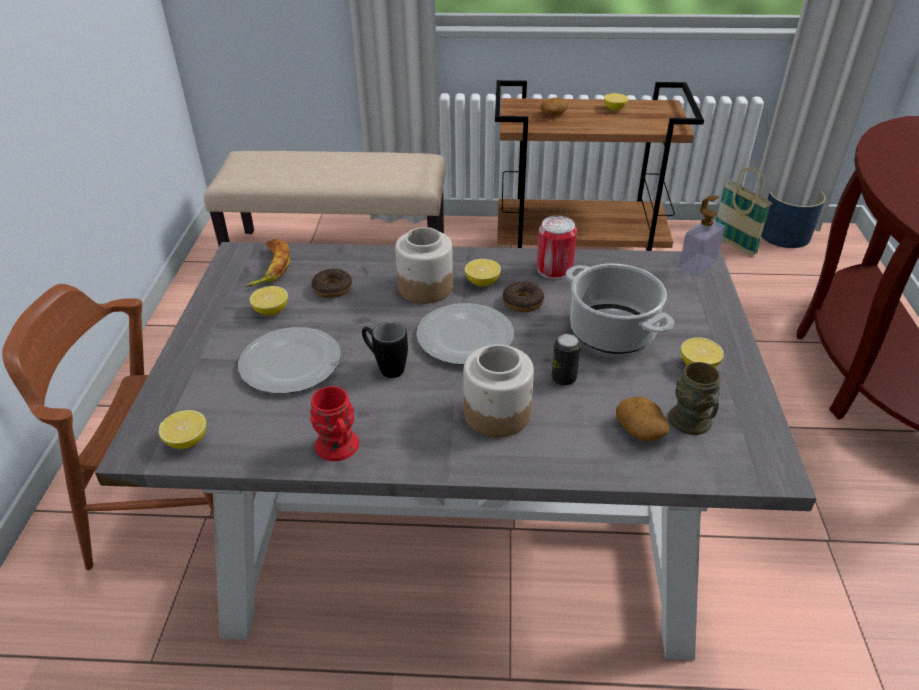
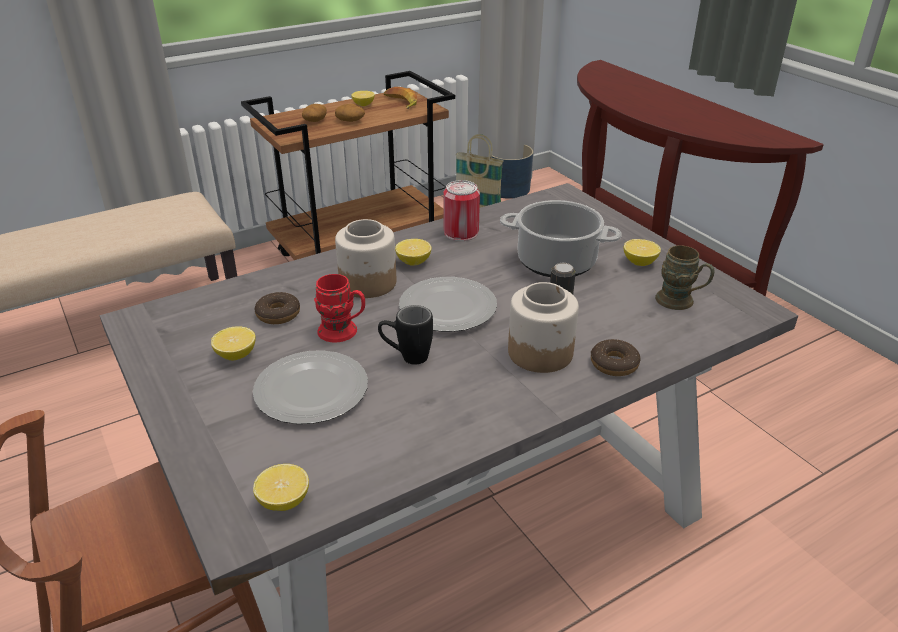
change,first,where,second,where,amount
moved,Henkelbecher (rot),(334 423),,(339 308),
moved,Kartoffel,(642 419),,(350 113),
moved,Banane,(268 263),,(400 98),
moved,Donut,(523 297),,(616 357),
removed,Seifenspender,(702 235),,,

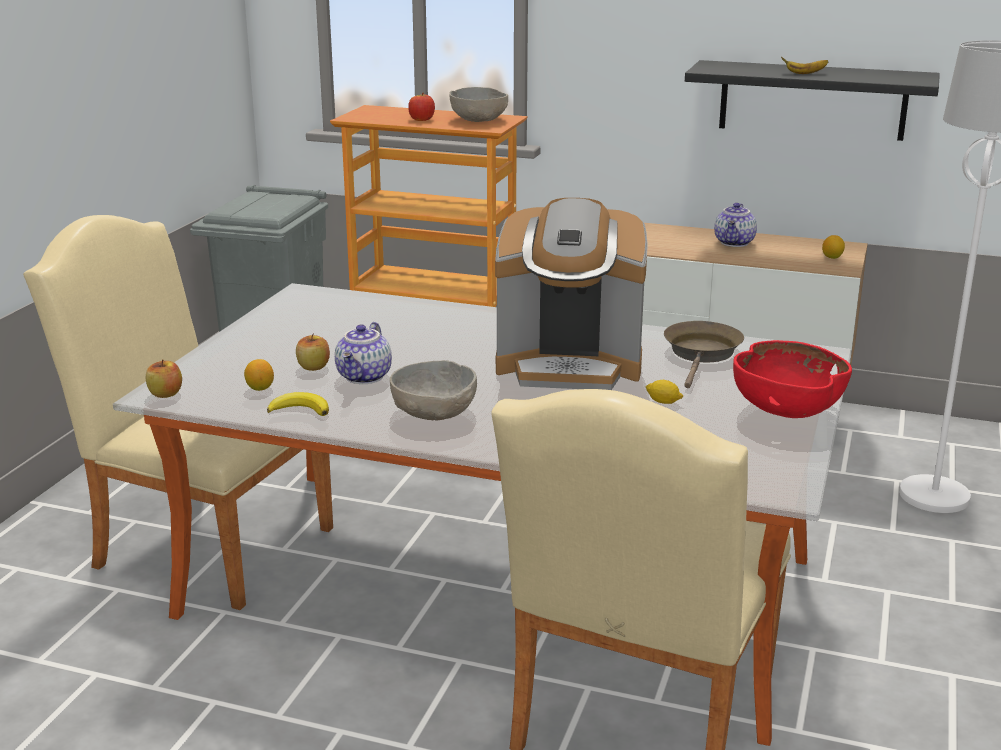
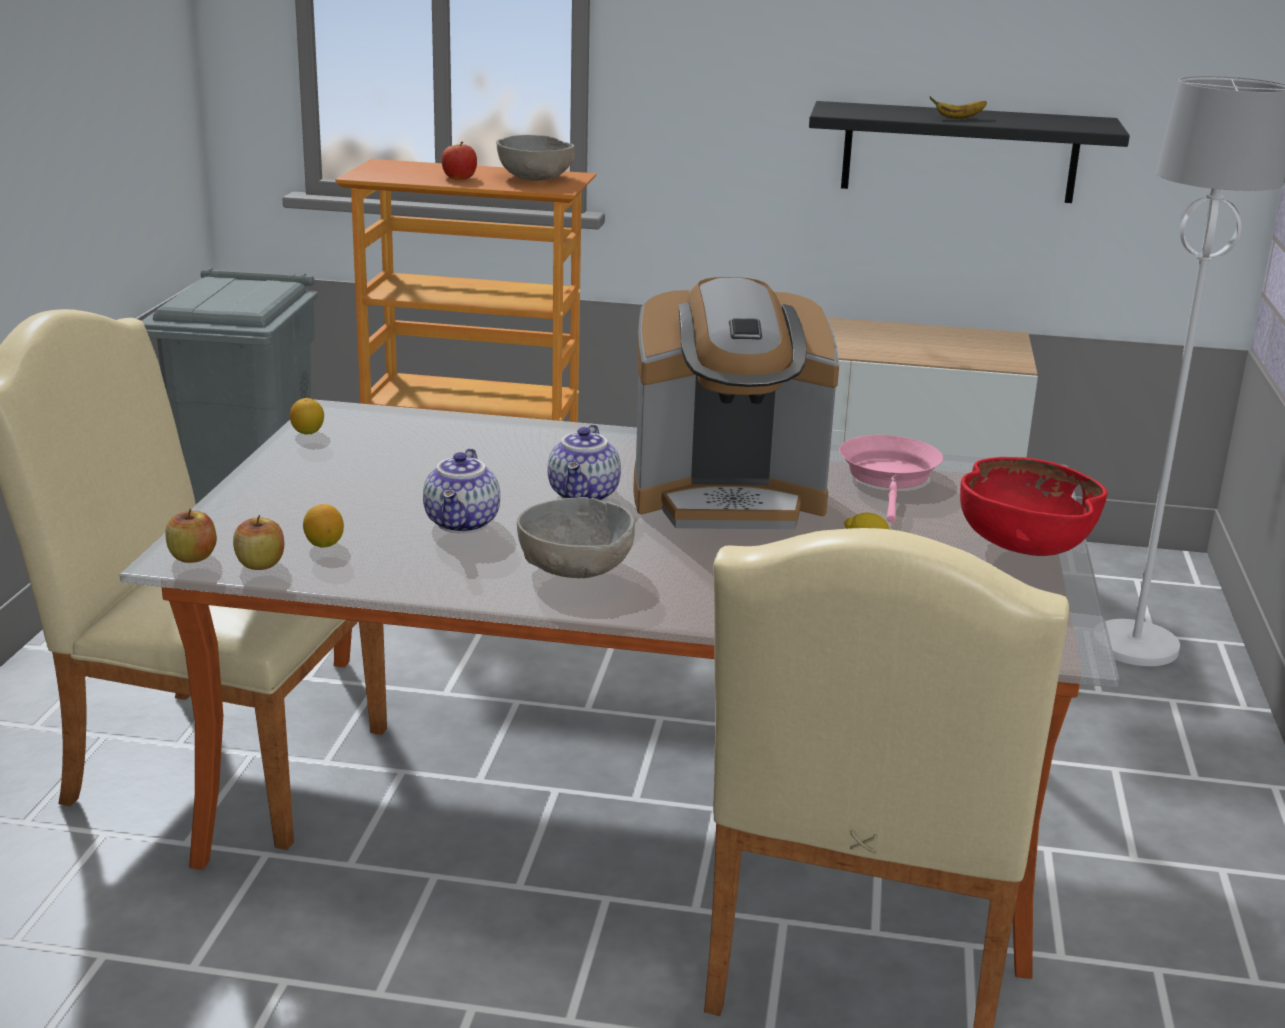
change,first,where,second,where,amount
moved,Apfel,(313 352),,(258 542),
moved,Zitrone,(833 247),,(307 416),
moved,Teekanne,(735 225),,(584 463),
recoloured,Pfanne (braun),(704 354),Pfanne (rosa),(891 479),
removed,Banane,(298 404),,,

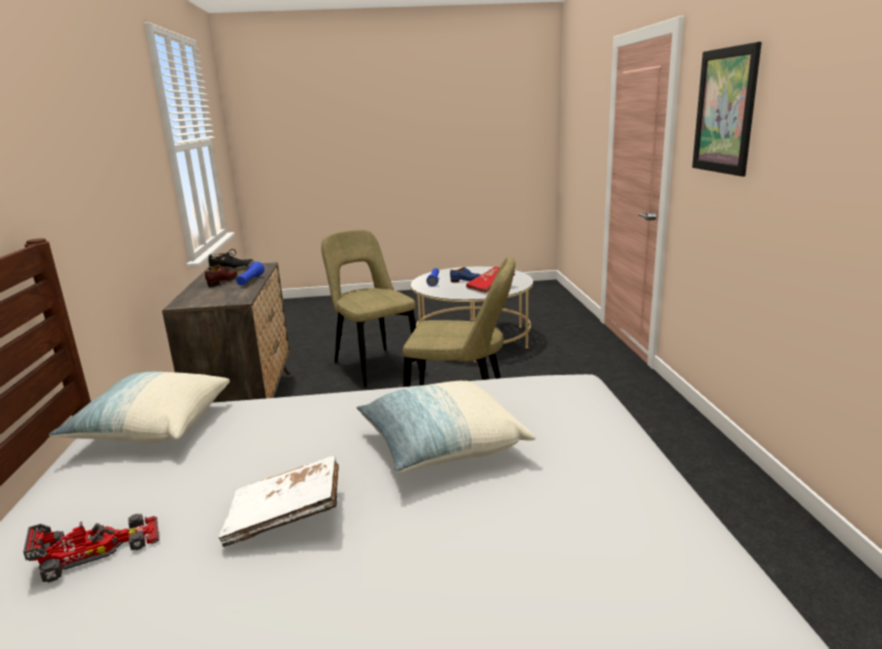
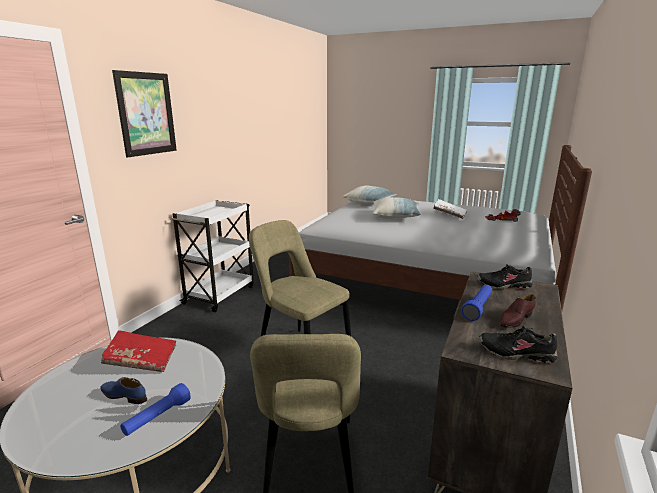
change,first,where,second,where,amount
added,,,Rollwagen (weiß),(212 256),
moved,Kissen,(139 407),,(370 195),
added,,,Schuh (schwarz),(505 277),

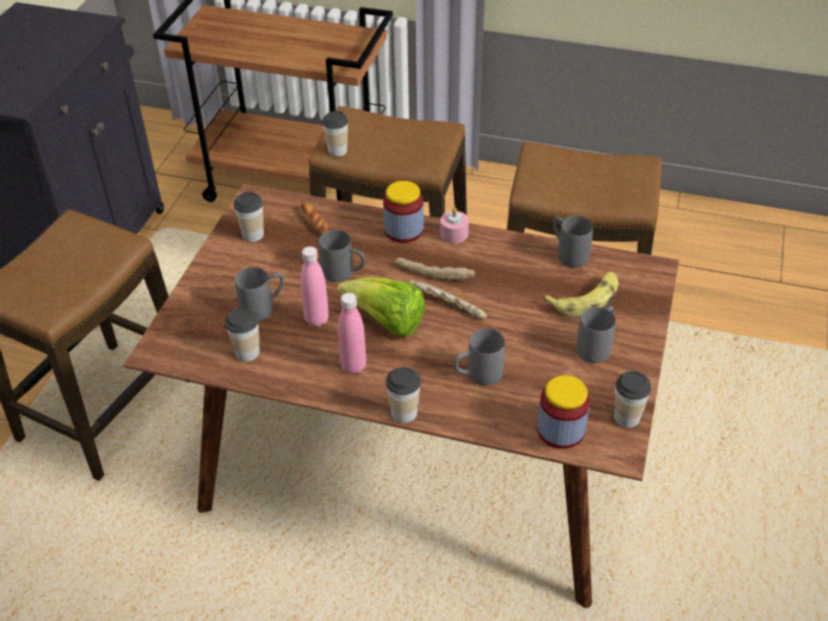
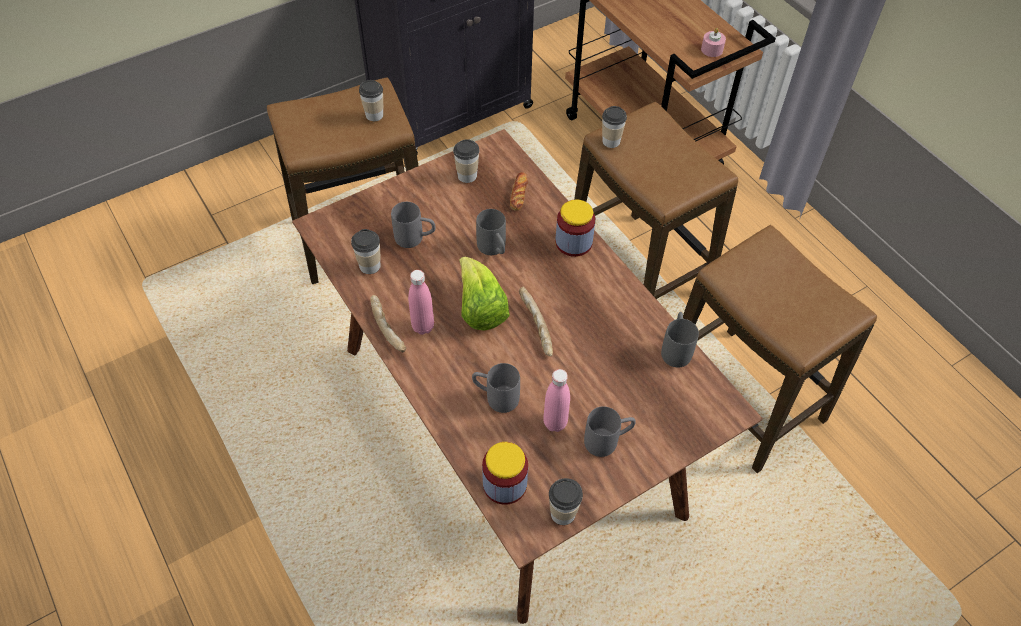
change,first,where,second,where,amount
moved,Tasse,(403 395),,(371 100),
moved,Brot,(435 269),,(388 323),
moved,Flasche (rosa),(314 286),,(556 400),
moved,Kerze (rosa),(454 225),,(713 42),
removed,Banane,(581 294),,,

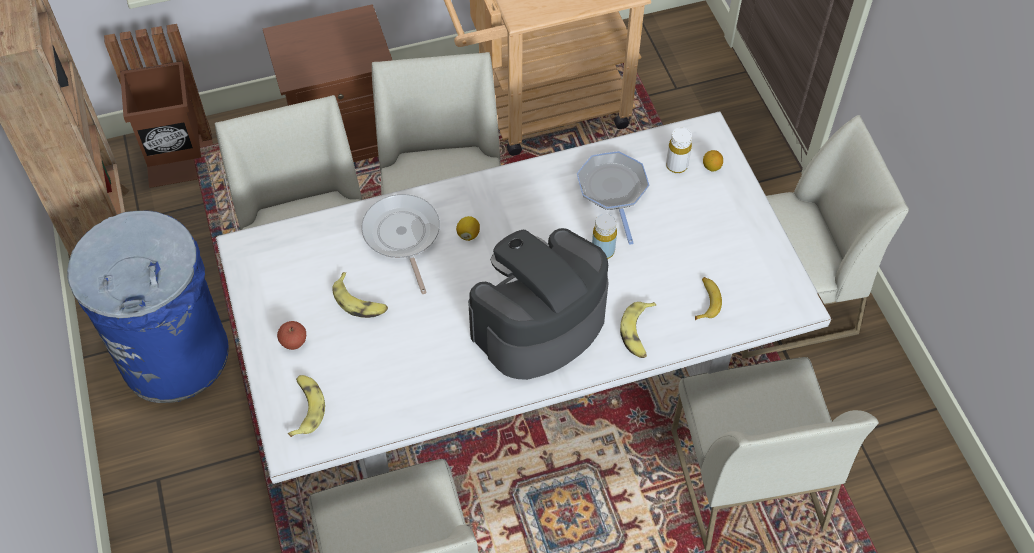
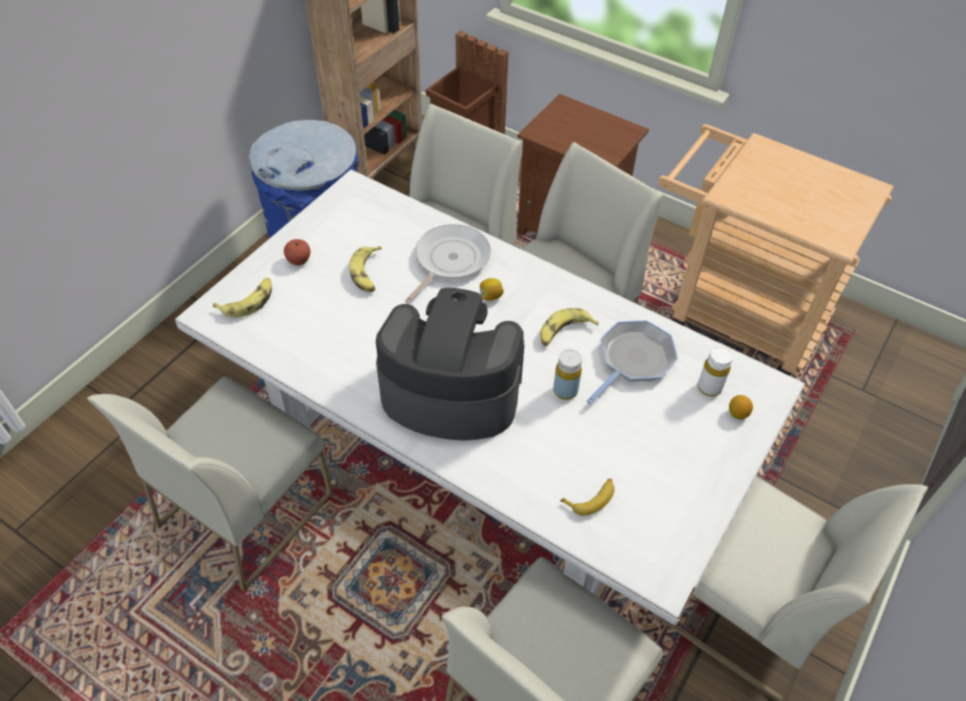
change,first,where,second,where,amount
moved,Banane,(638 330),,(569 327),

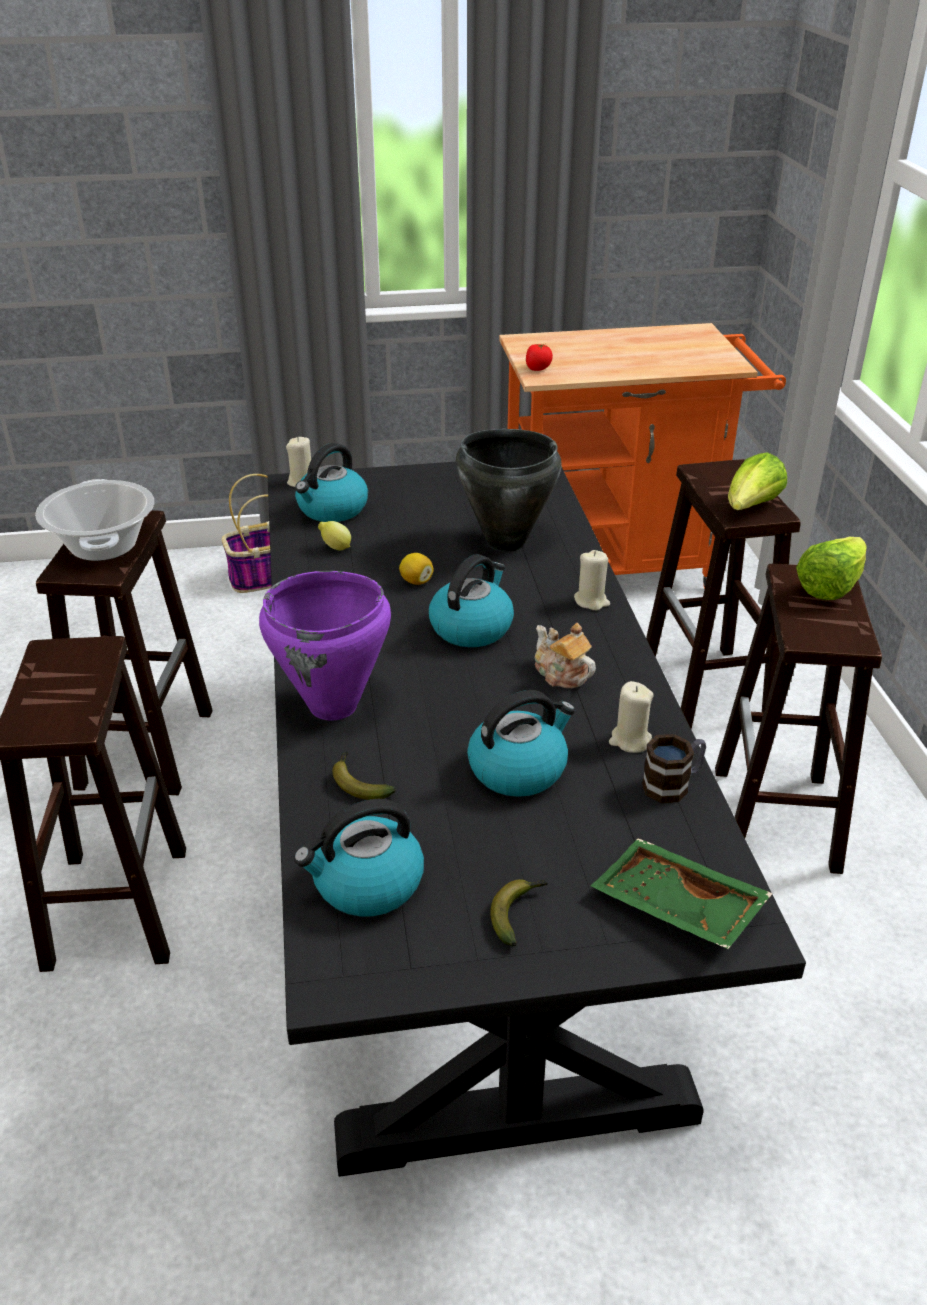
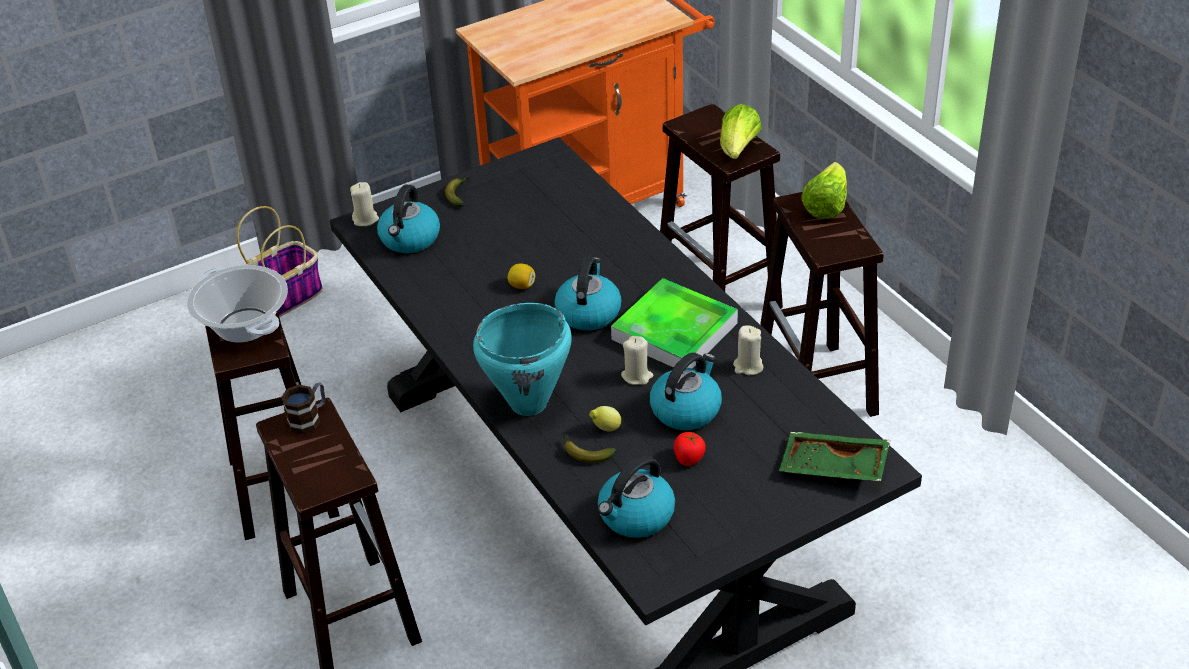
change,first,where,second,where,amount
moved,Henkelbecher,(674 768),,(303 408),
moved,Banane,(518 912),,(457 192),
recoloured,Kochtopf (lila),(325 645),Kochtopf (türkis),(522 359),
moved,Zitrone,(334 535),,(605 419),
replaced,Teekanne,(565 655),Tablett,(674 323),
moved,Kerze (beige),(592 580),,(637 360),
moved,Tomate,(539 357),,(690 449),
removed,Kochtopf (schwarz),(509 490),,,

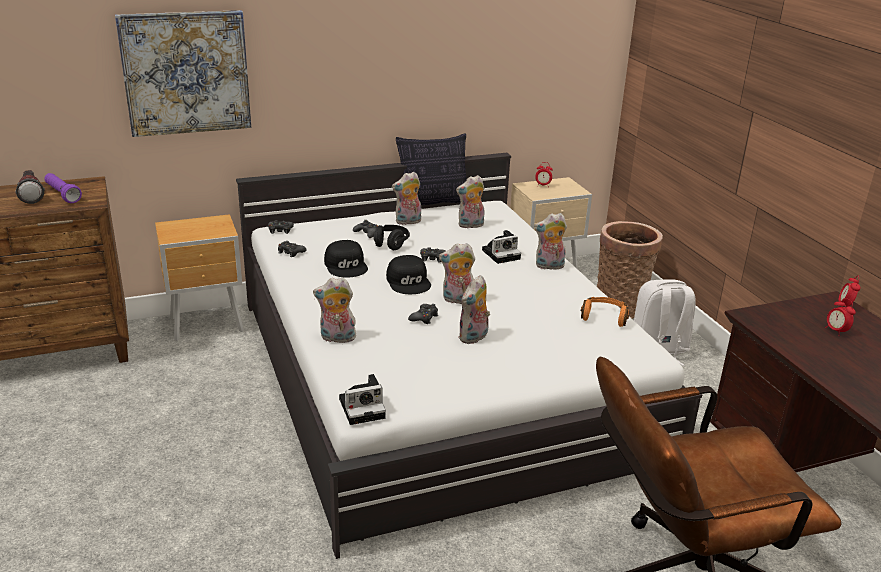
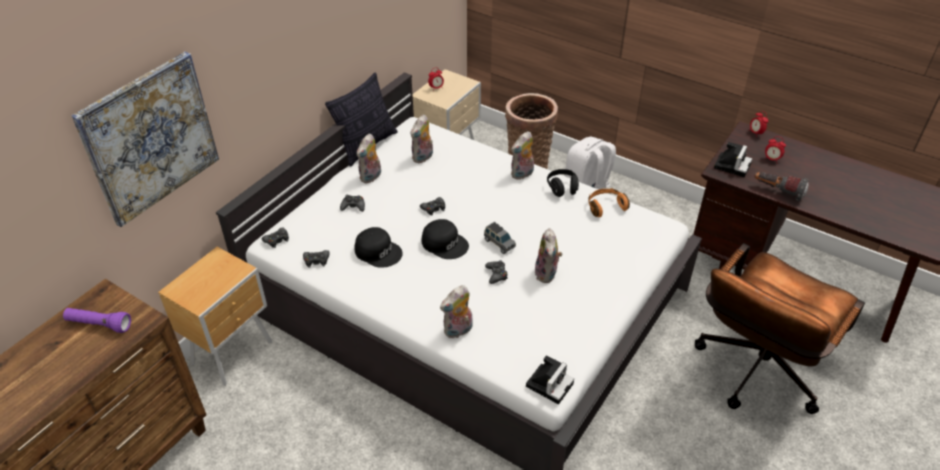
change,first,where,second,where,amount
replaced,Plüschtier,(457 273),Spielzeugauto (grau),(500 238),
moved,Kopfhörer (schwarz),(391 237),,(563 183),
moved,Kamera,(501 247),,(733 159),
moved,Taschenlampe,(30 187),,(781 186),

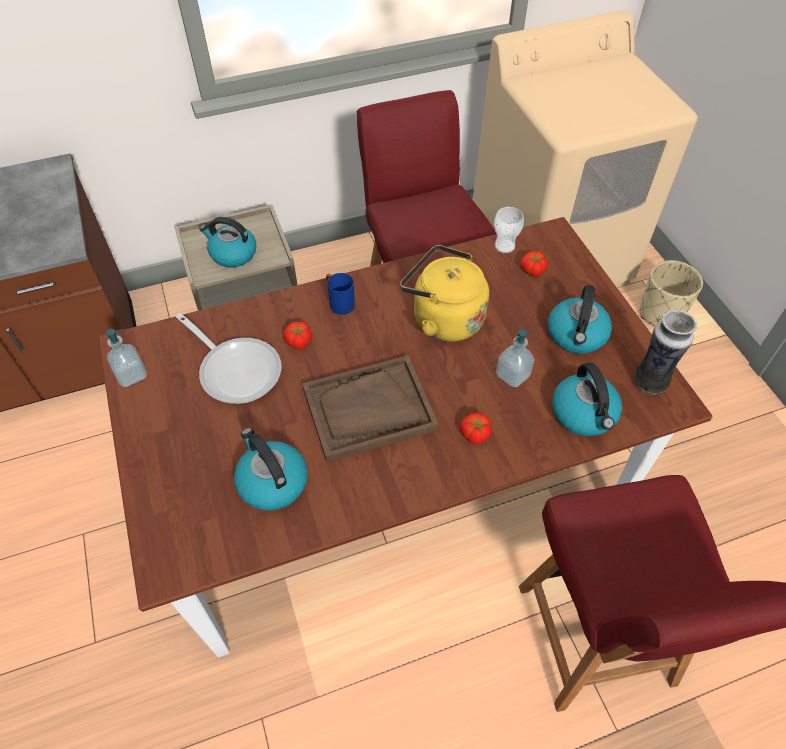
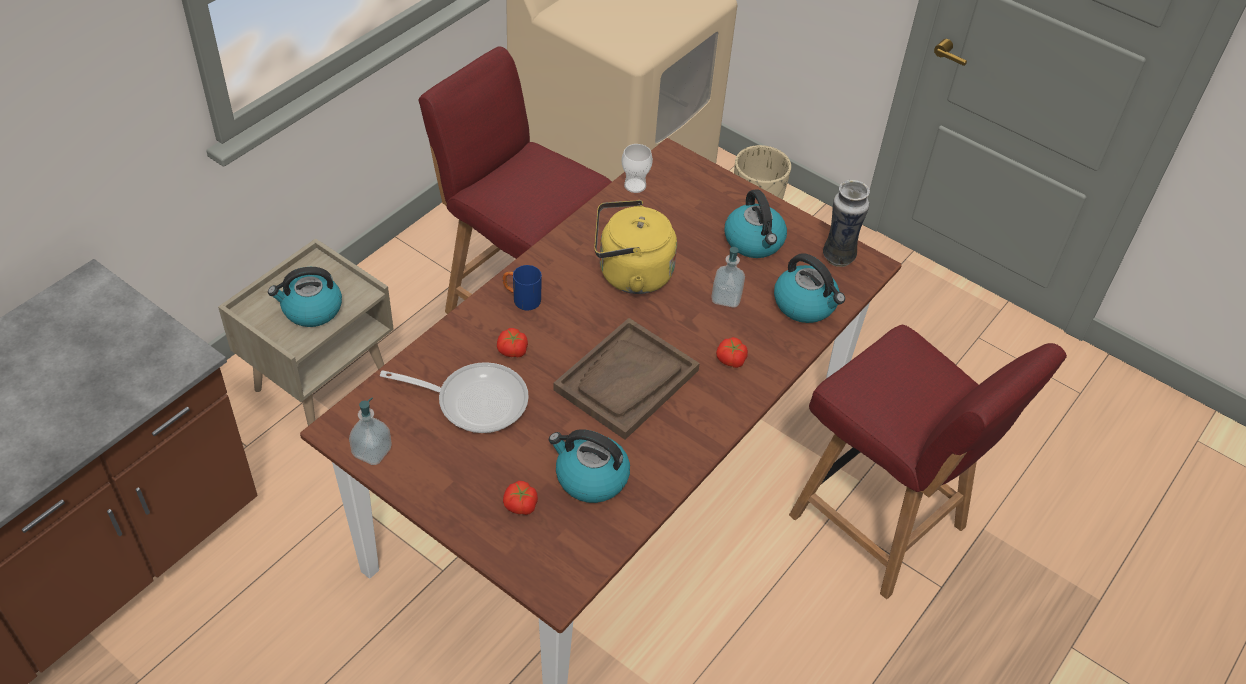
change,first,where,second,where,amount
moved,Tomate,(534 264),,(520 498),

